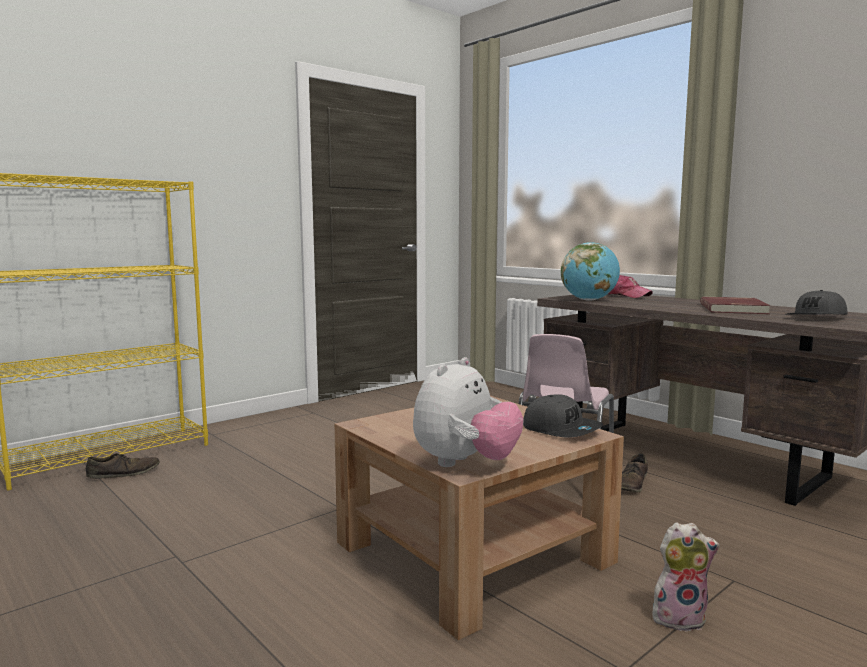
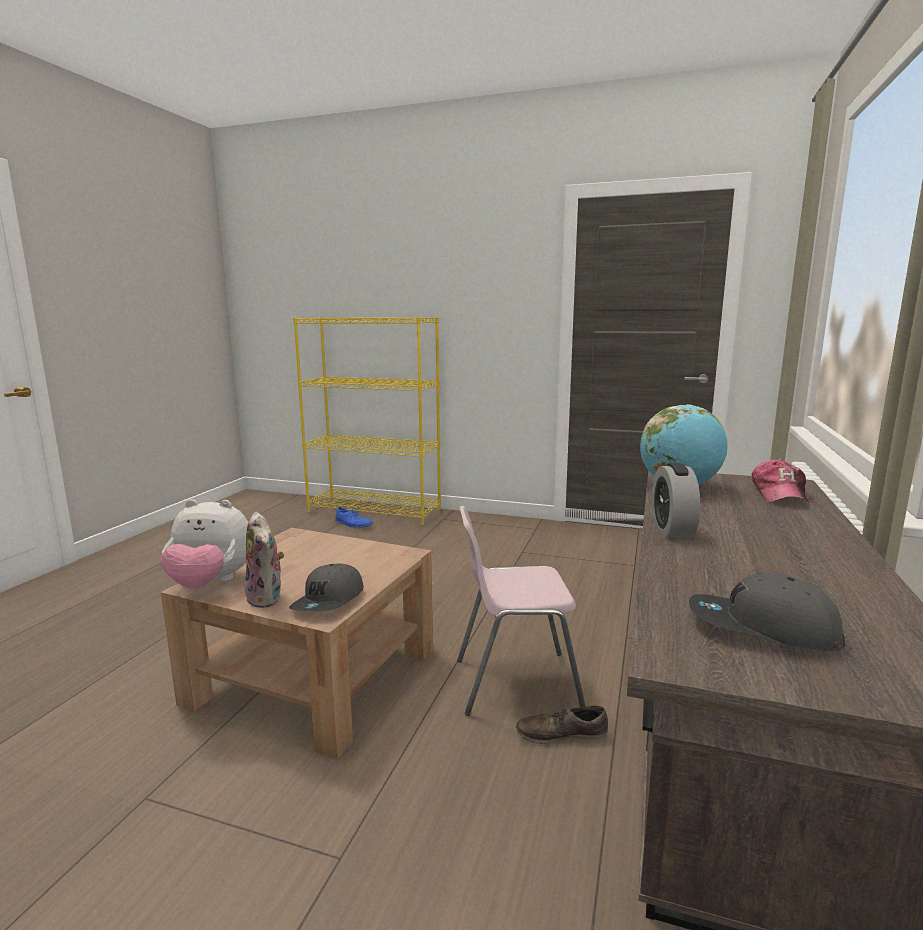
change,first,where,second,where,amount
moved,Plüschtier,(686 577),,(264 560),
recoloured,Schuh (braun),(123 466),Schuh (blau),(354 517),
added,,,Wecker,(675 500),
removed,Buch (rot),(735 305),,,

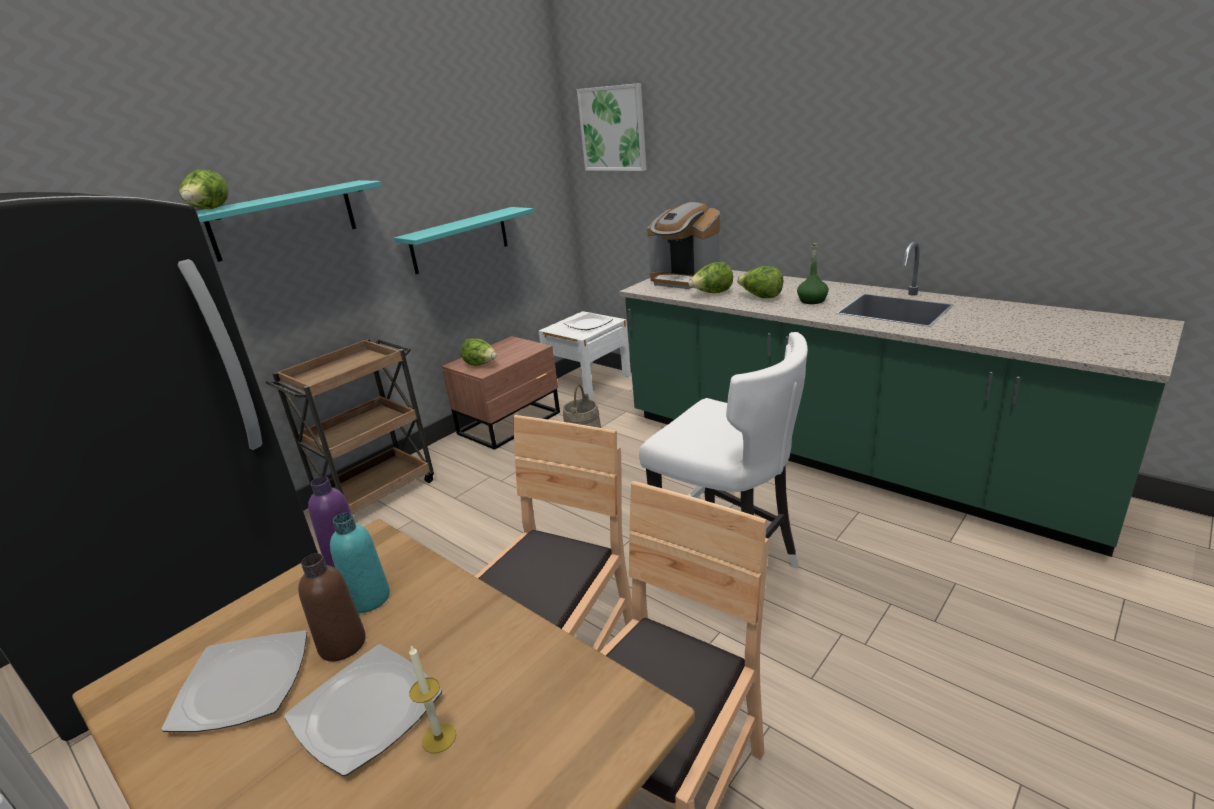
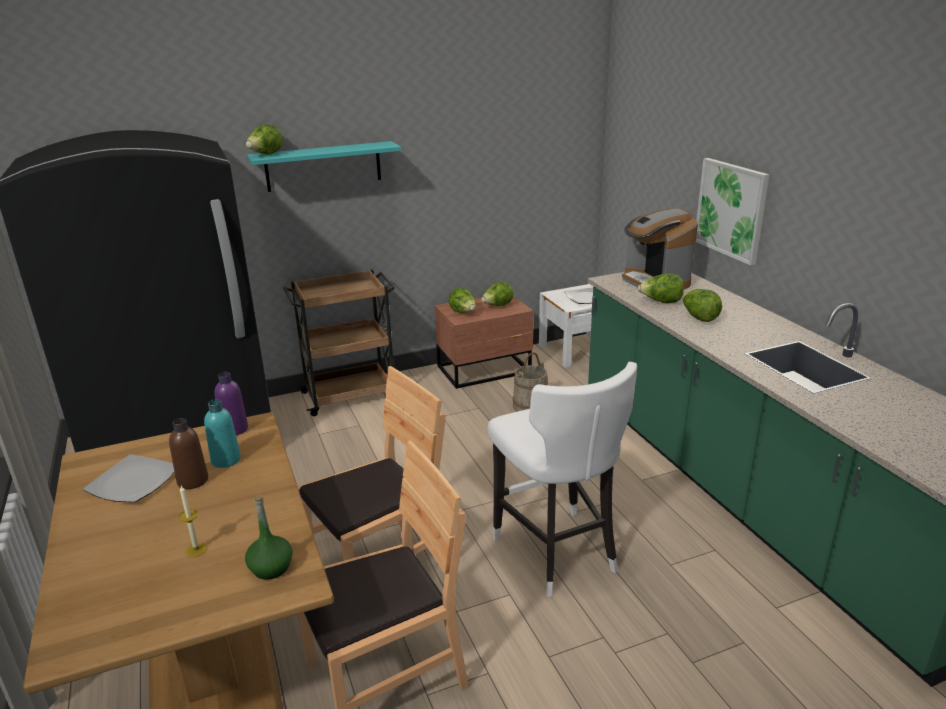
change,first,where,second,where,amount
moved,Flasche (grün),(813 273),,(269 536),
added,,,Salatkopf,(497 294),
moved,Bild,(612 127),,(733 211),
removed,Teller,(363 710),,,
removed,Wandregal (türkis),(464 240),,,

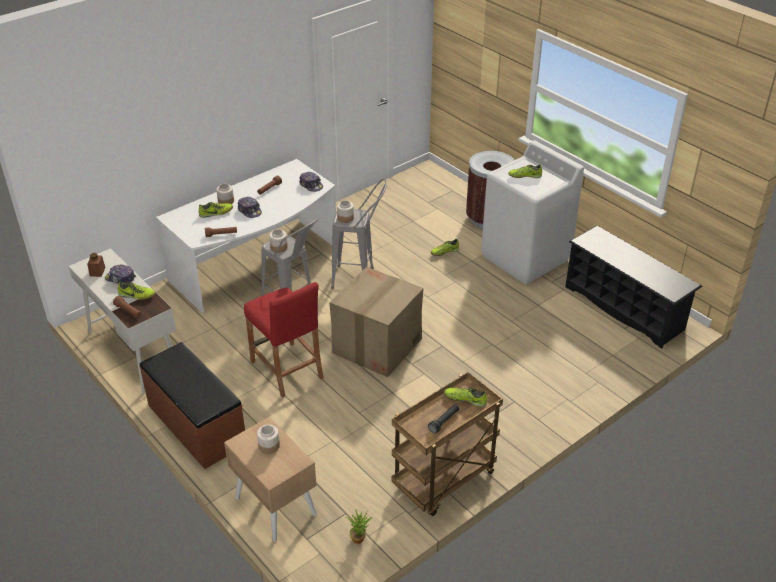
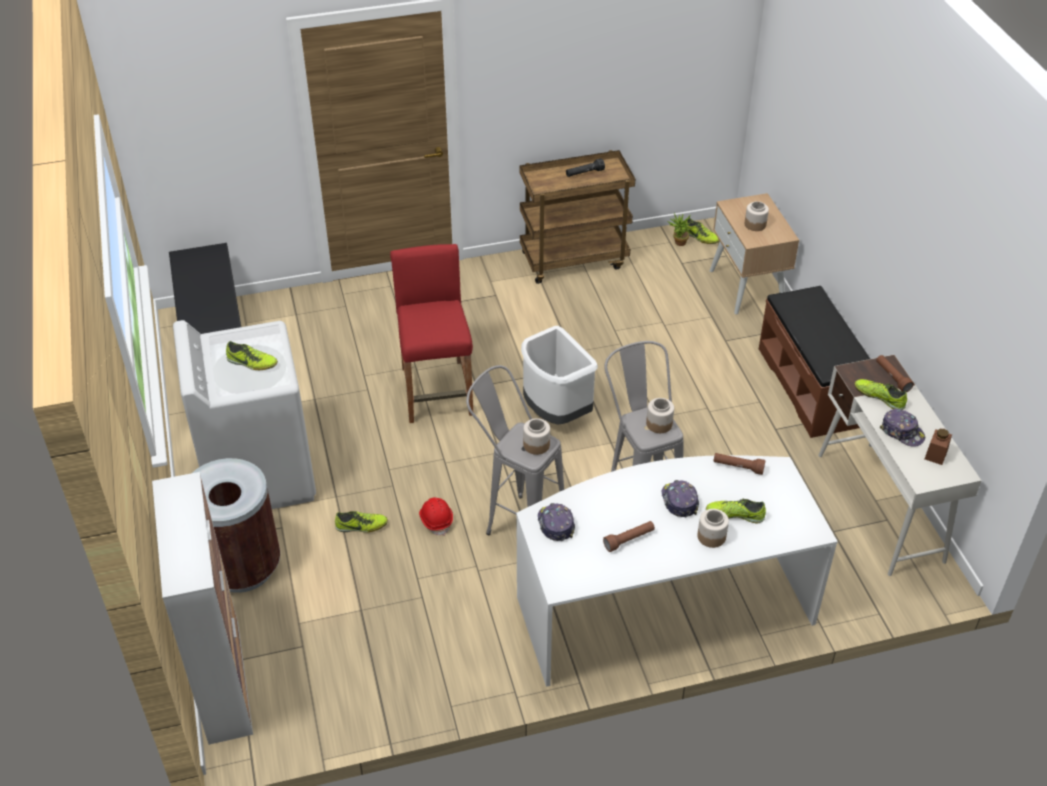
change,first,where,second,where,amount
added,,,Schrank,(202 608),
moved,Hocker (rot),(284 340),,(431 333),
added,,,Schutzhelm (rot),(436 516),
replaced,Karton,(376 322),Mülleimer (weiß),(559 375),
moved,Schuh,(465 397),,(702 231),

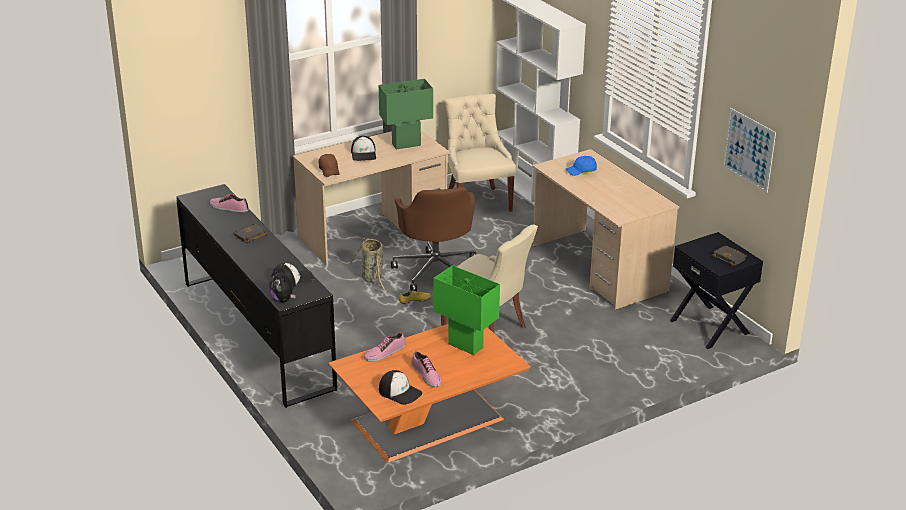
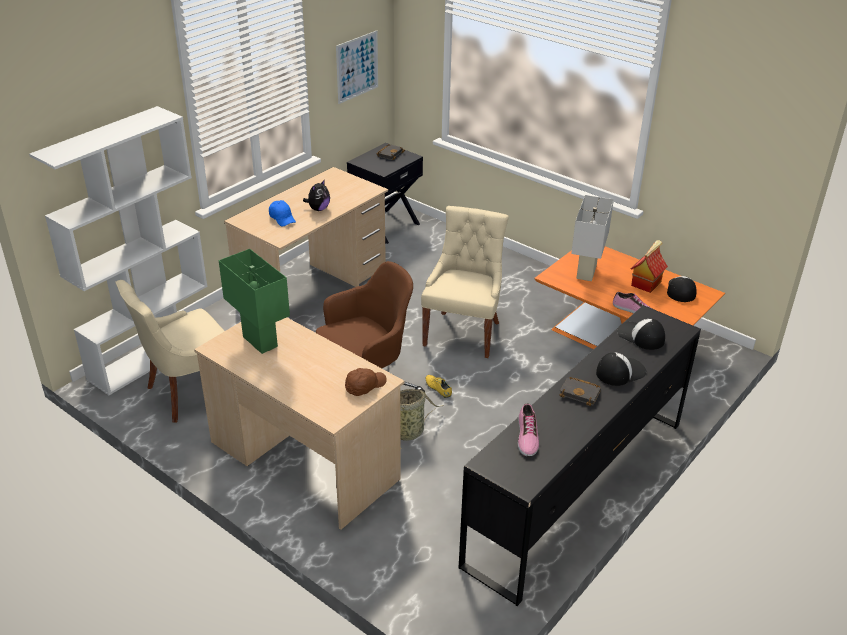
change,first,where,second,where,amount
moved,Plüschtier,(282 285),,(316 195),
recoloured,Tischlampe (grün),(466 310),Tischlampe (weiß),(592 238),
moved,Kappe,(363 148),,(621 369),
replaced,Schuh,(426 369),Spielzeughaus,(649 266),

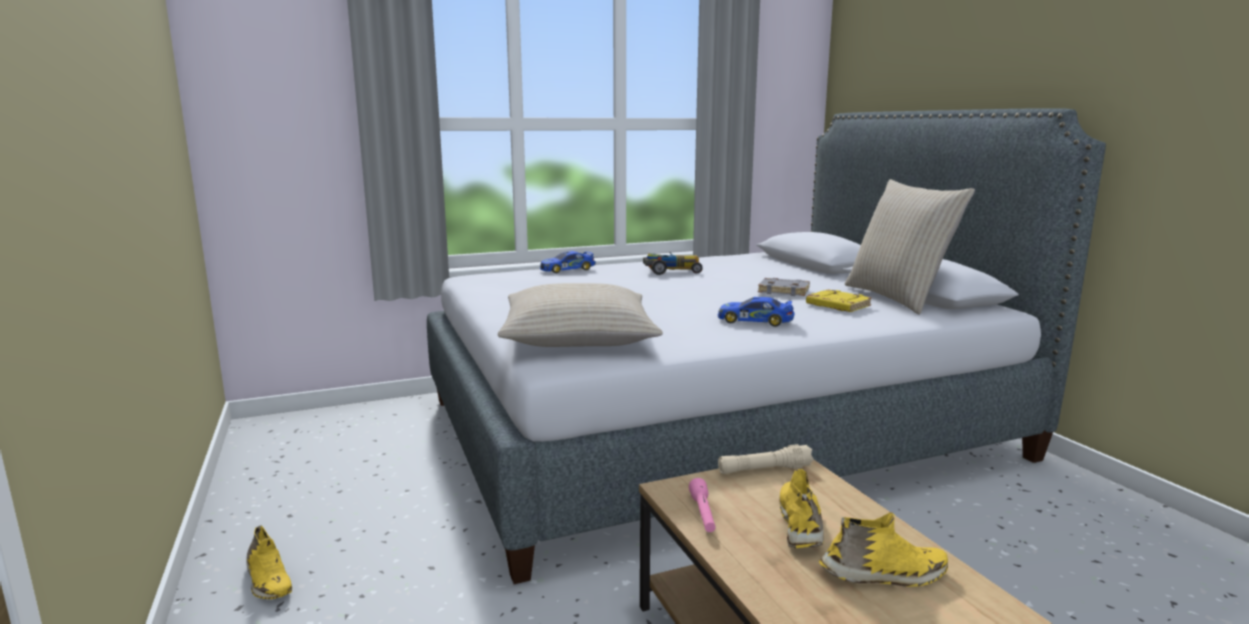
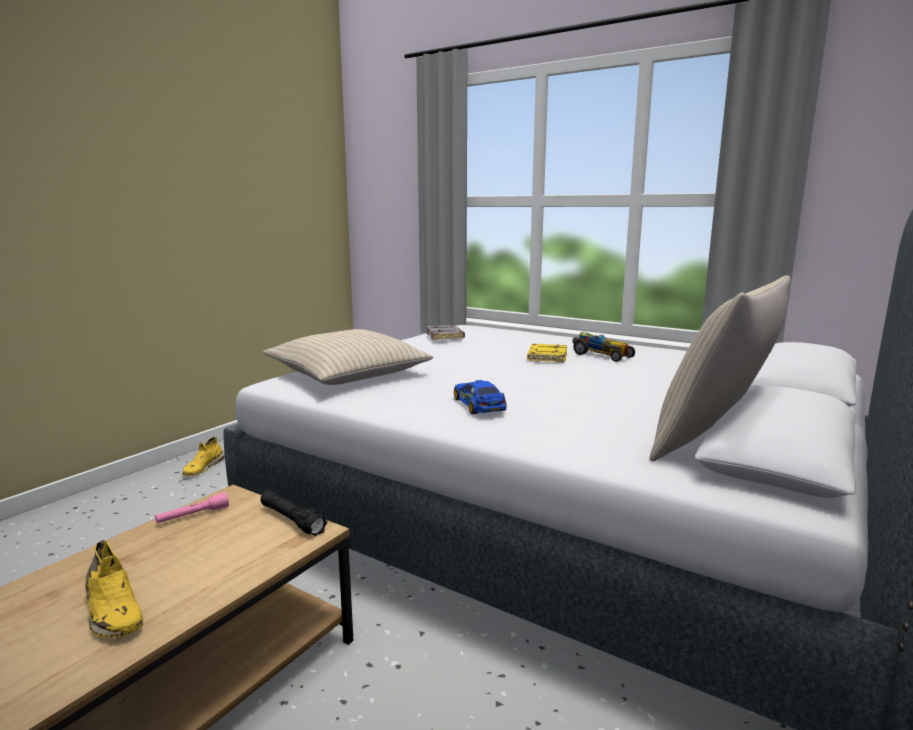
change,first,where,second,where,amount
recoloured,Taschenlampe (beige),(766 459),Taschenlampe (schwarz),(294 513),
moved,Buch (grau),(784 287),,(445 332),
moved,Buch (gelb),(839 300),,(547 353),
removed,Spielzeugauto,(568 262),,,
removed,Schuh (gelb),(801 508),,,

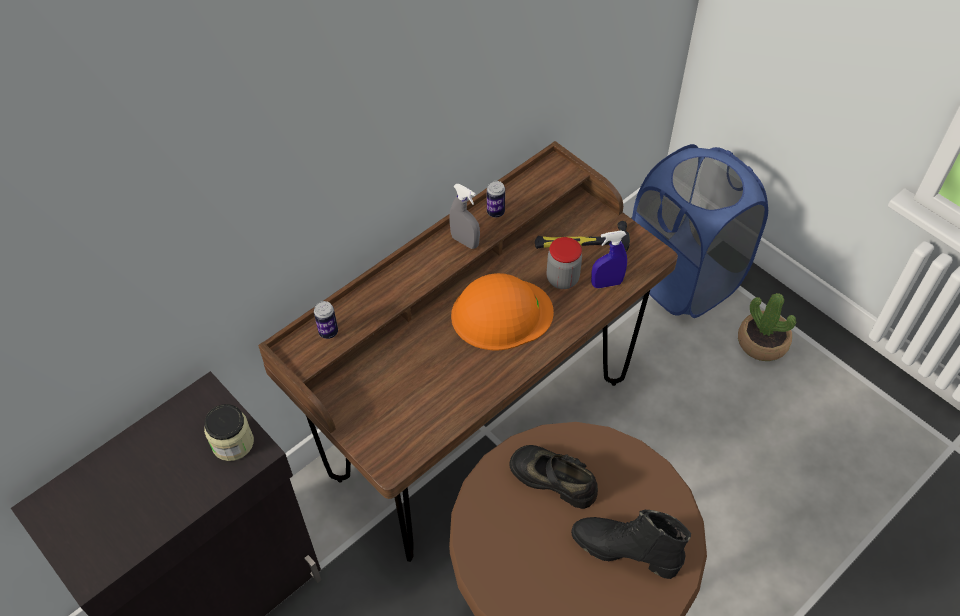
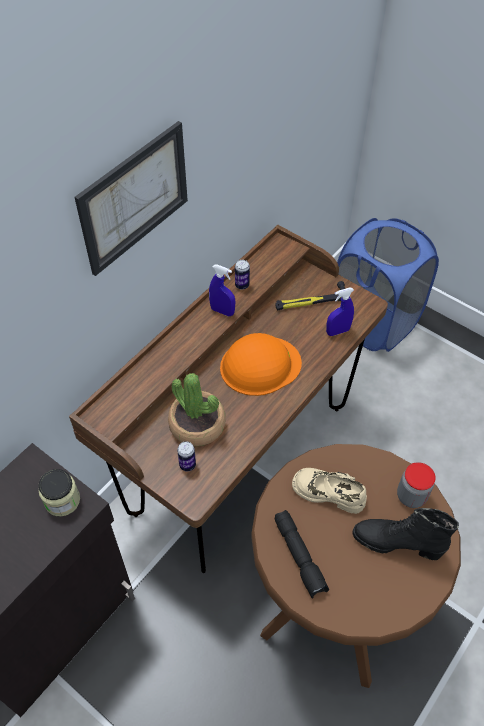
change,first,where,second,where,amount
added,,,Bild,(131 198),
moved,Topfpflanze,(767 327),,(197 409),
moved,Dose,(326 320),,(186 456),
recoloured,Sprühflasche (grau),(464 216),Sprühflasche (blau),(222 290),
added,,,Taschenlampe (schwarz),(302 554),
recoloured,Schuh (schwarz),(553 477),Schuh (beige),(329 491),
moved,Vorratsglas,(564 263),,(416 485),

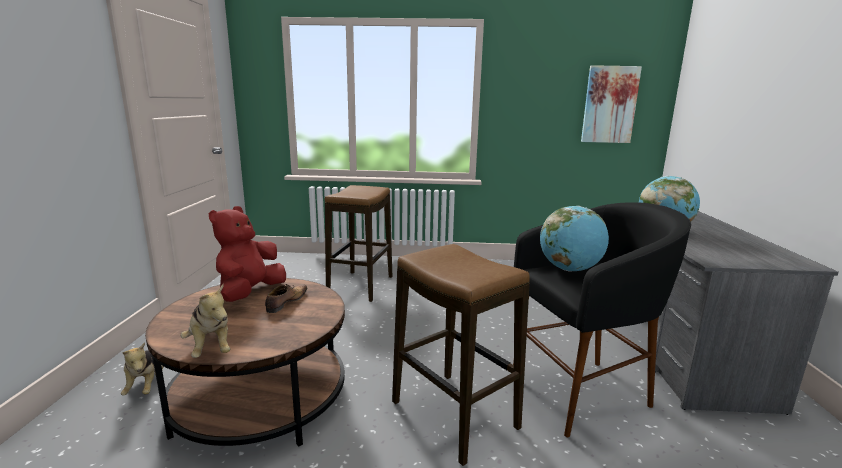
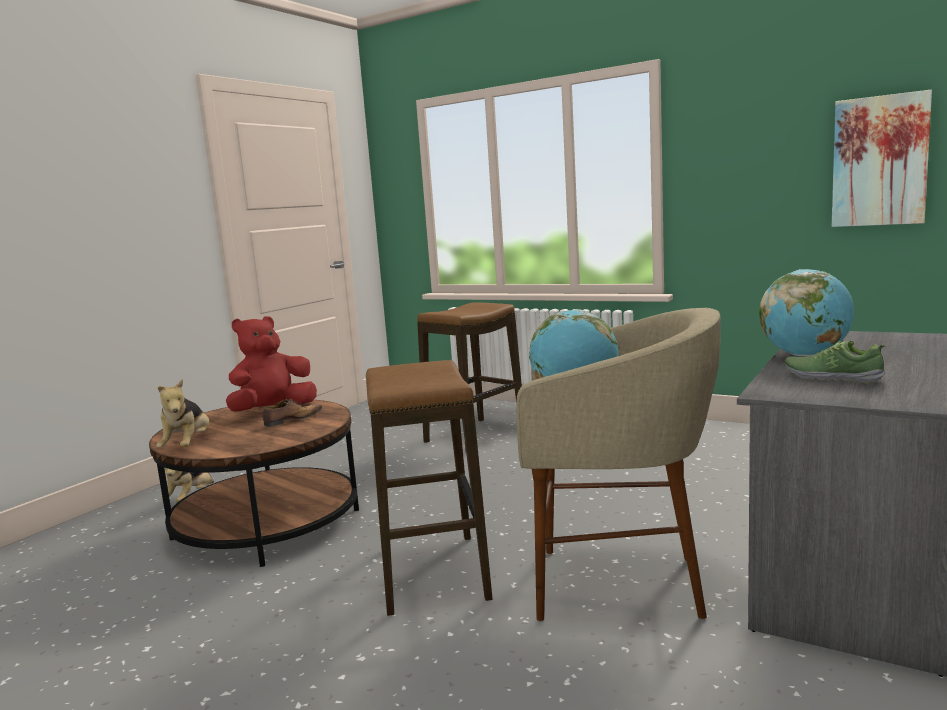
change,first,where,second,where,amount
recoloured,Hocker (schwarz),(602 319),Hocker (beige),(618 464),
added,,,Schuh,(835 362),

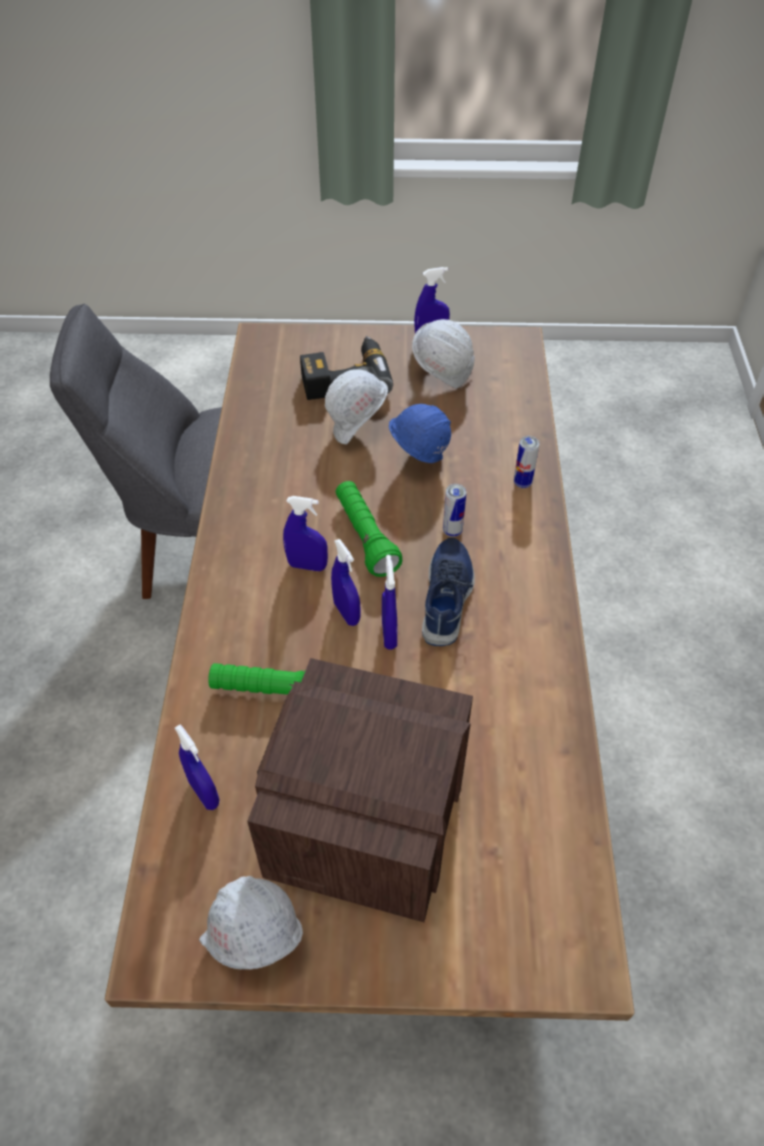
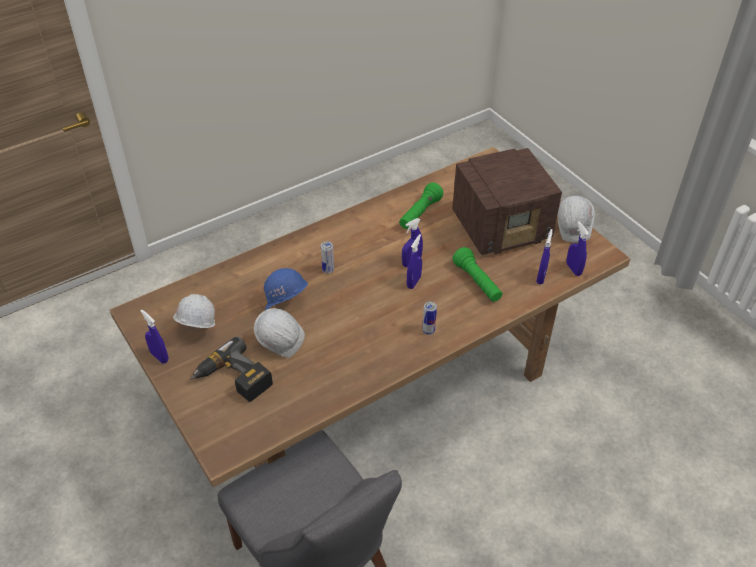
change,first,where,second,where,amount
moved,Taschenlampe (grün),(369 529),,(421 205),
moved,Dose,(527 462),,(429 318),
moved,Sprühflasche (blau),(305 533),,(577 248),
removed,Schuh (blau),(448 592),,,

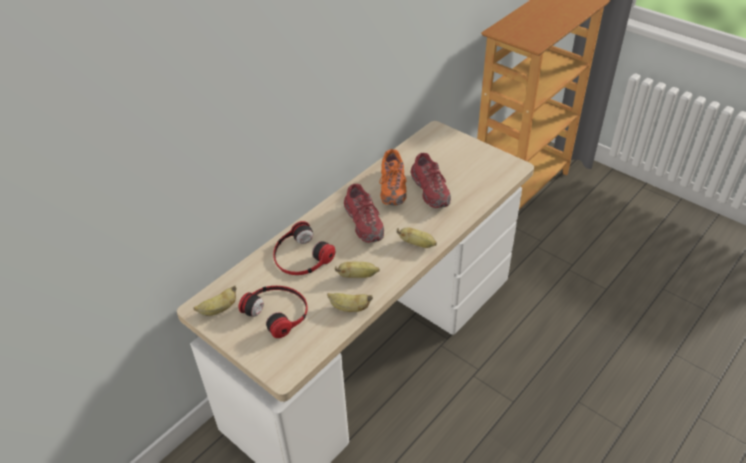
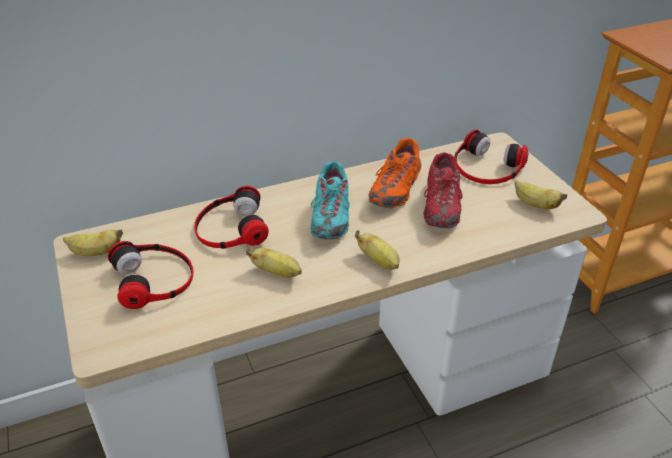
change,first,where,second,where,amount
recoloured,Schuh (rot),(364 213),Schuh (türkis),(330 200),
added,,,Kopfhörer,(492 156),
moved,Banane,(350 302),,(540 194),

